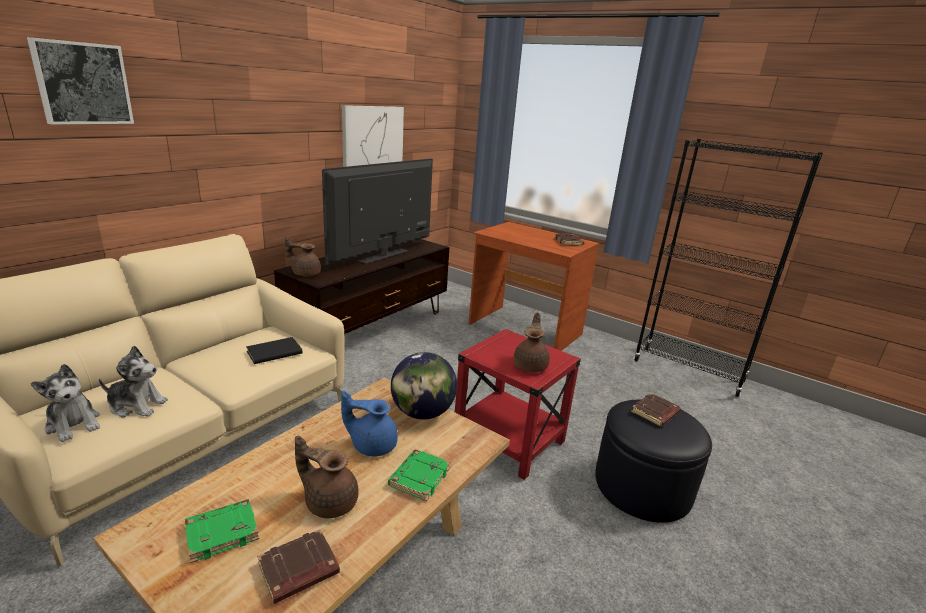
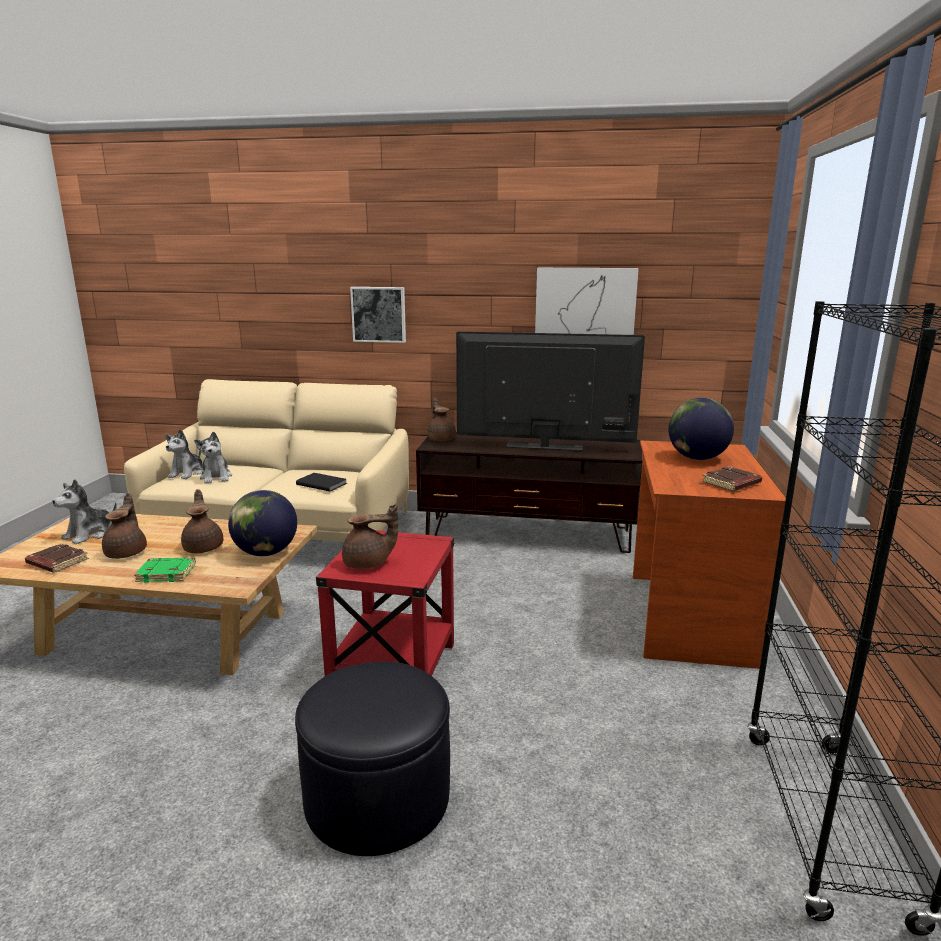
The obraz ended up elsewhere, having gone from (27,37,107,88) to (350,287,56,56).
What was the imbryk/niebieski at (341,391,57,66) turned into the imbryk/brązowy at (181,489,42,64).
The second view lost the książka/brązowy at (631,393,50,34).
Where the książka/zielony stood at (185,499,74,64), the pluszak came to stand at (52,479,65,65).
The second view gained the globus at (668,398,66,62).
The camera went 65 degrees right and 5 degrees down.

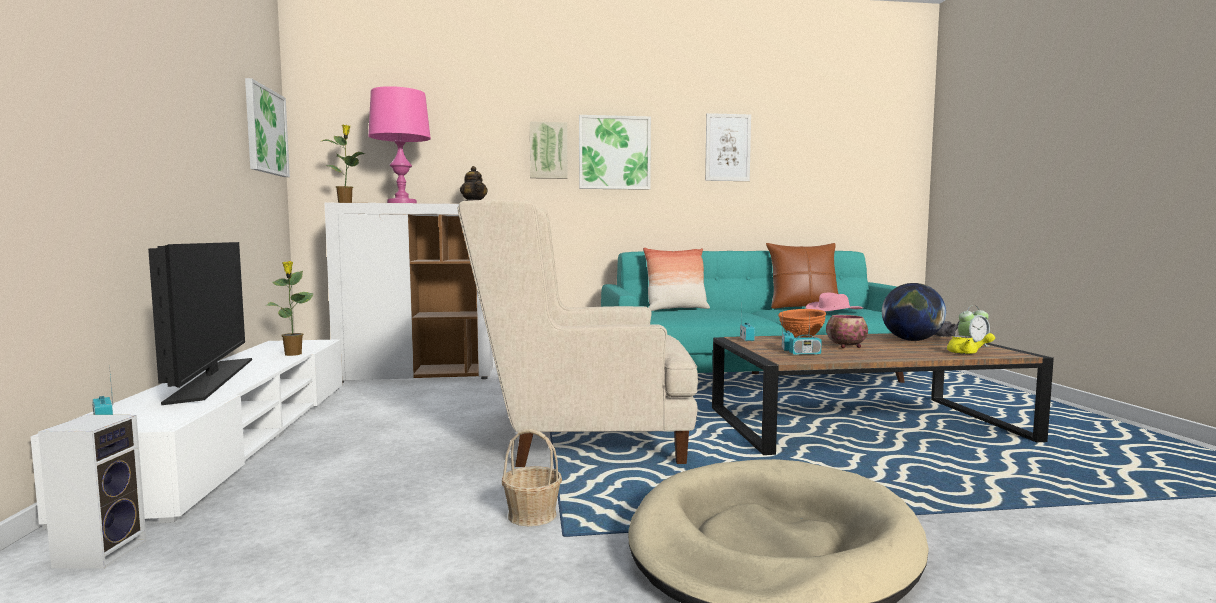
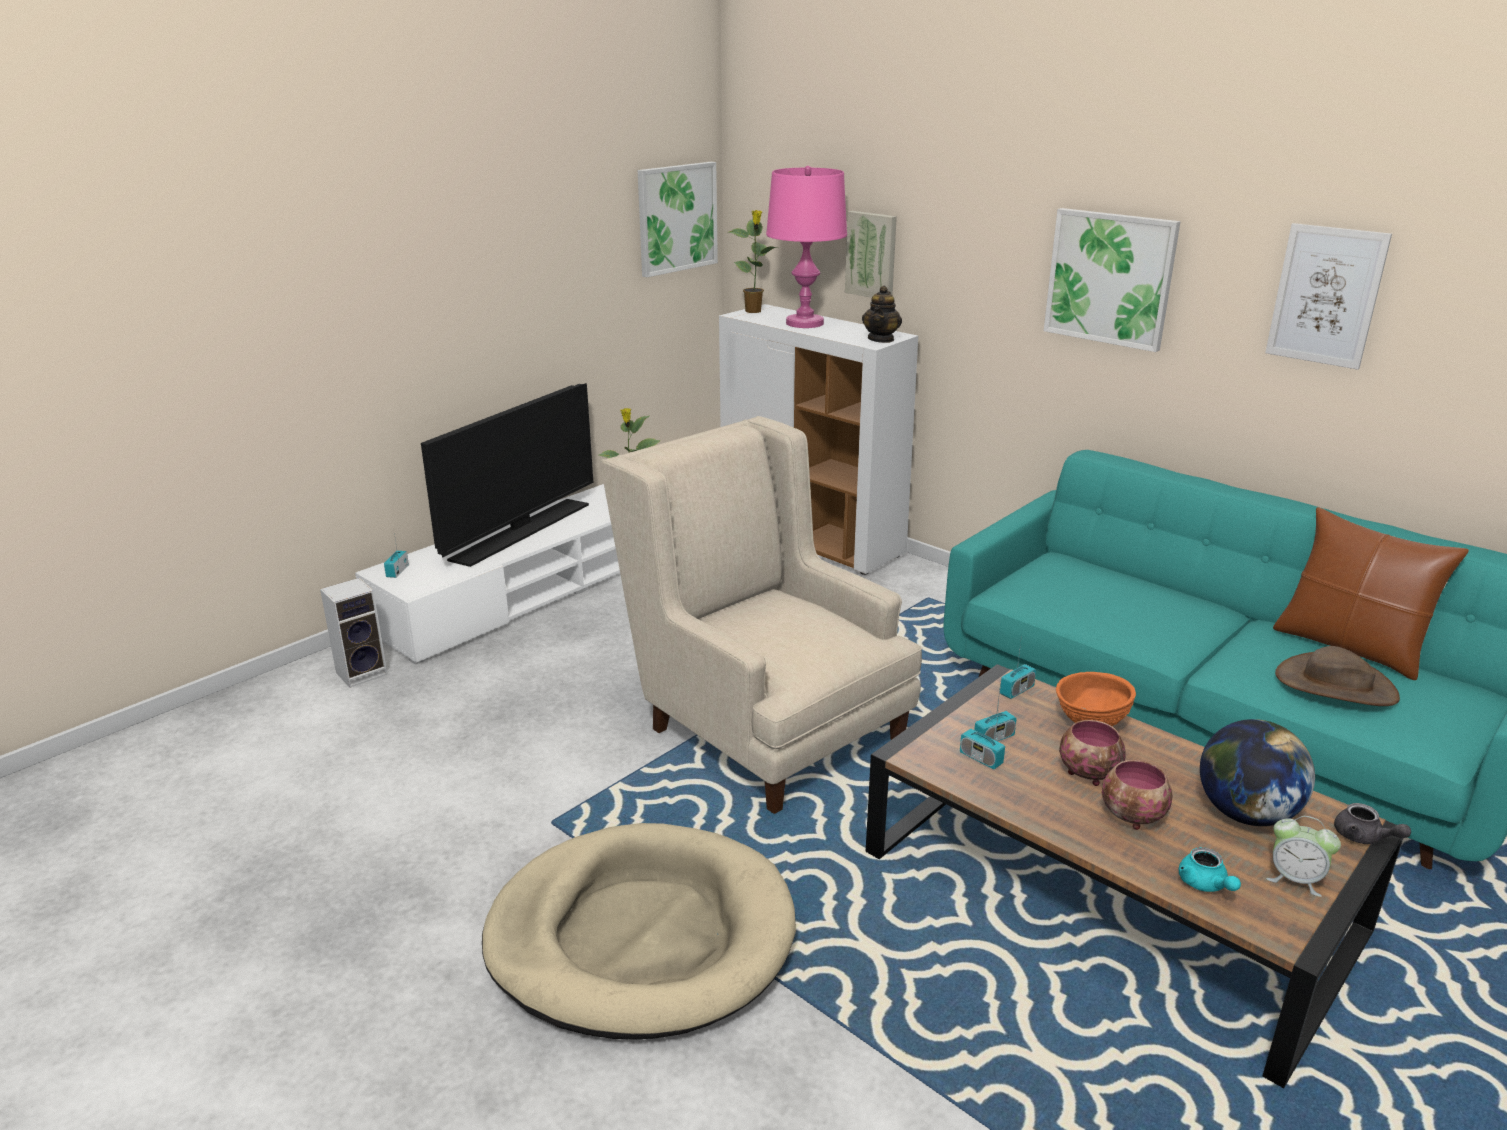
The obraz ended up elsewhere, having gone from (530,121,37,58) to (845,211,52,87).
The second view lost the poduszka at (643,248,67,63).
What was the kapelusz/różowy at (806,293,57,19) turned into the kapelusz/brązowy at (1275,646,125,60).
What was the imbryk/żółty at (947,333,48,21) turned into the imbryk/turkusowy at (1179,847,62,45).
The second view lost the koszyk at (502,429,60,97).
The second view gained the miska at (1102,760,71,70).
The camera went 50 degrees right and 20 degrees up.

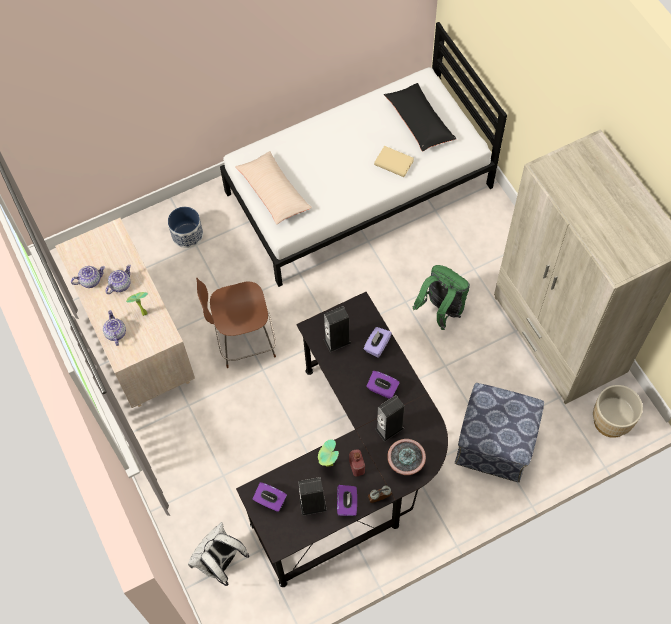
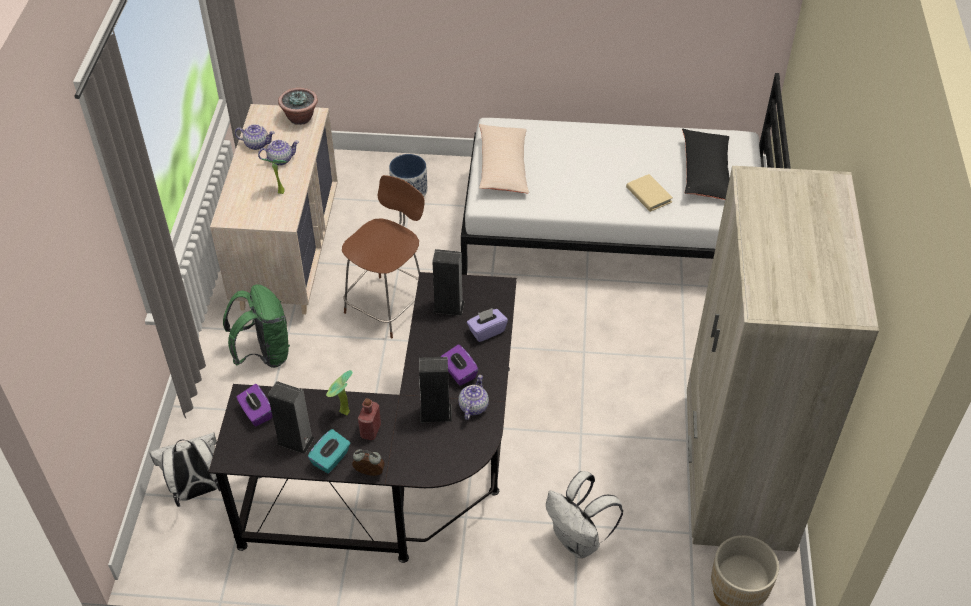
The plecak/zielony ended up elsewhere, having gone from (413,265,57,65) to (223,284,67,84).
The krzesło/brązowy at (196,278,80,90) ended up facing another way, 105 degrees clockwise from before.
The imbryk ended up elsewhere, having gone from (103,310,23,36) to (458,375,31,45).
Where the pufa stood at (455,383,89,99), the plecak/biały came to stand at (546,471,77,87).
The roślina doniczkowa ended up elsewhere, having gone from (387,439,39,36) to (278,88,40,37).
What was the pudełko chusteczek/fioletowy at (337,485,20,31) turned into the pudełko chusteczek/turkusowy at (308,429,43,44).
The camera went 30 degrees right and 15 degrees down.

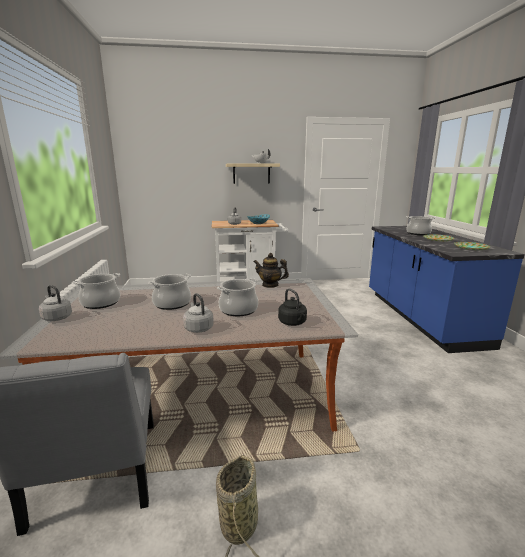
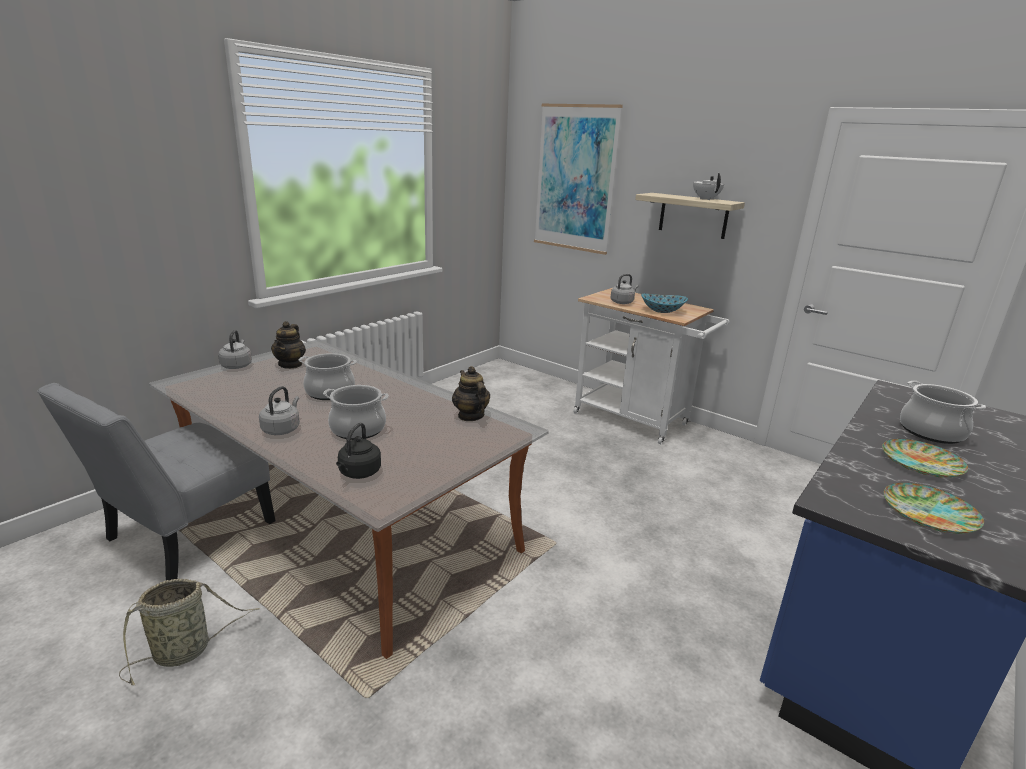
Where the garnek stood at (72,273,48,36), the imbryk came to stand at (271,321,35,48).
The second view gained the obraz at (534,104,89,151).
The camera went 45 degrees right and 5 degrees up.

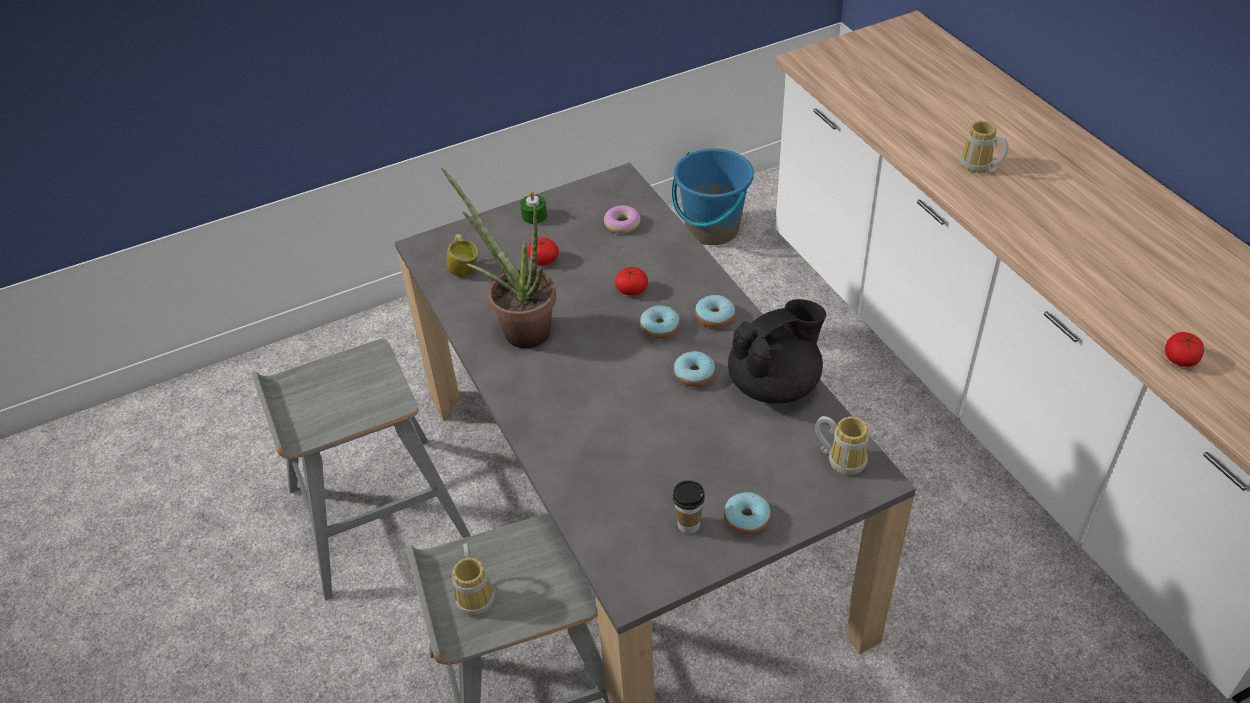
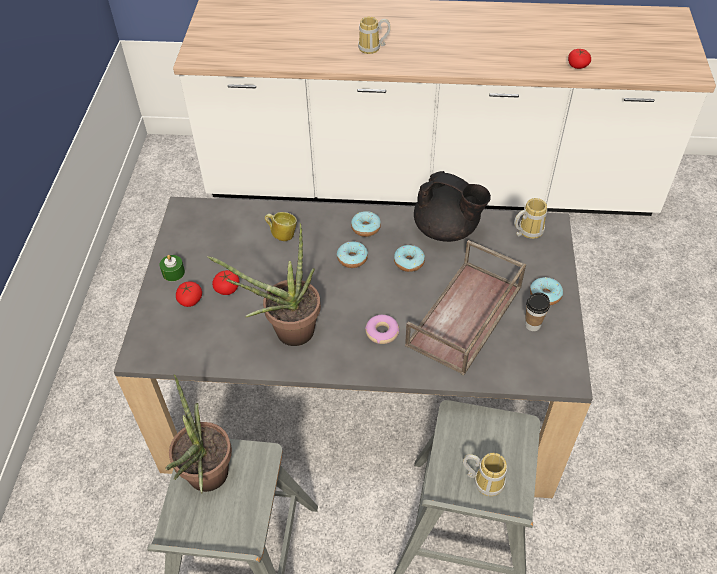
The second view lost the wiadro/niebieski at (672,149,82,96).
The donut ended up elsewhere, having gone from (604,205,37,28) to (365,315,34,29).
The kubek ended up elsewhere, having gone from (446,234,32,43) to (265,212,32,29).
The pomidor ended up elsewhere, having gone from (615,267,33,28) to (176,282,26,25).
The imbryk/czarny at (728,299,98,104) ended up facing another way, 120 degrees clockwise from before.
The second view gained the taca/brązowy at (405,240,121,135).
The second view gained the roślina doniczkowa at (166,374,66,119).
The camera went 60 degrees left and 5 degrees up.

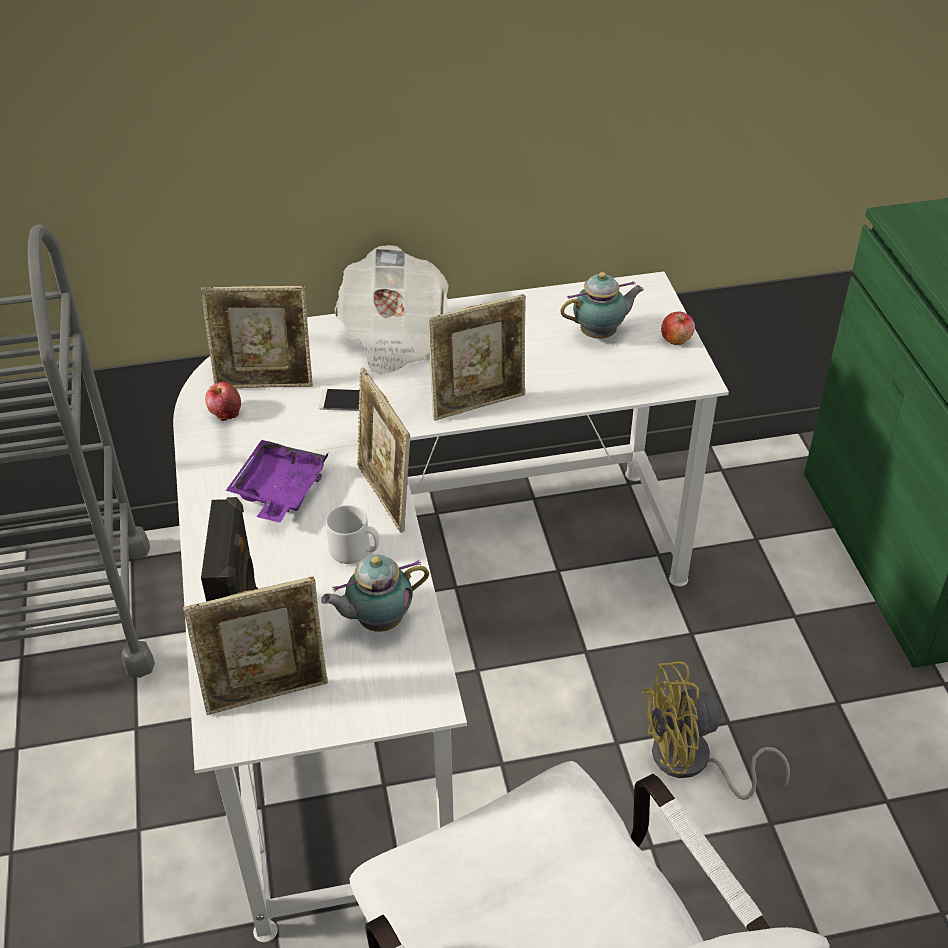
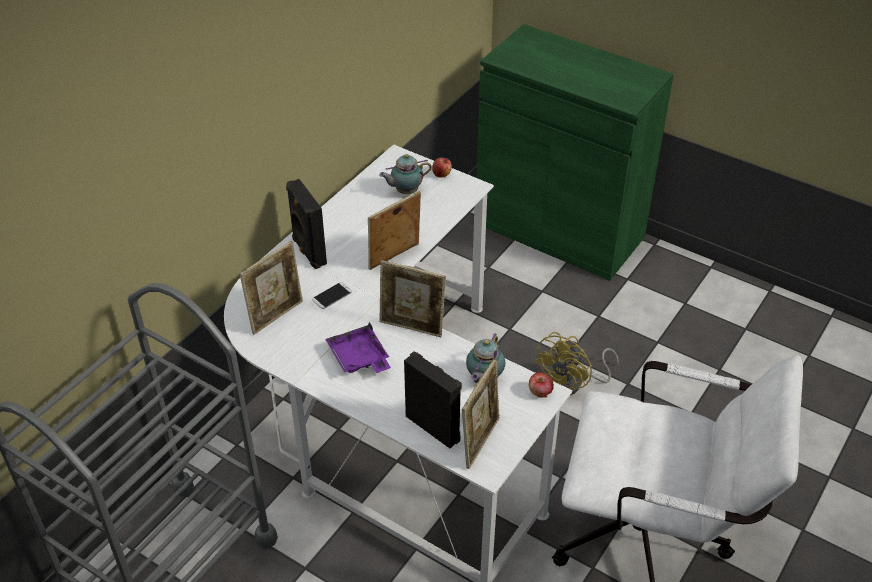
Where the gazeta stood at (335,245,114,130), the głośnik/czarny came to stand at (286,179,41,90).
The imbryk at (560,272,84,67) ended up facing another way, 135 degrees counterclockwise from before.
The ramka na zdjęcie at (428,294,98,126) ended up facing another way, 150 degrees counterclockwise from before.
The jabłko ended up elsewhere, having gone from (205,382,36,39) to (529,372,25,26).
The second view lost the kubek/szary at (326,505,53,59).
The camera went 45 degrees left and 0 degrees up.

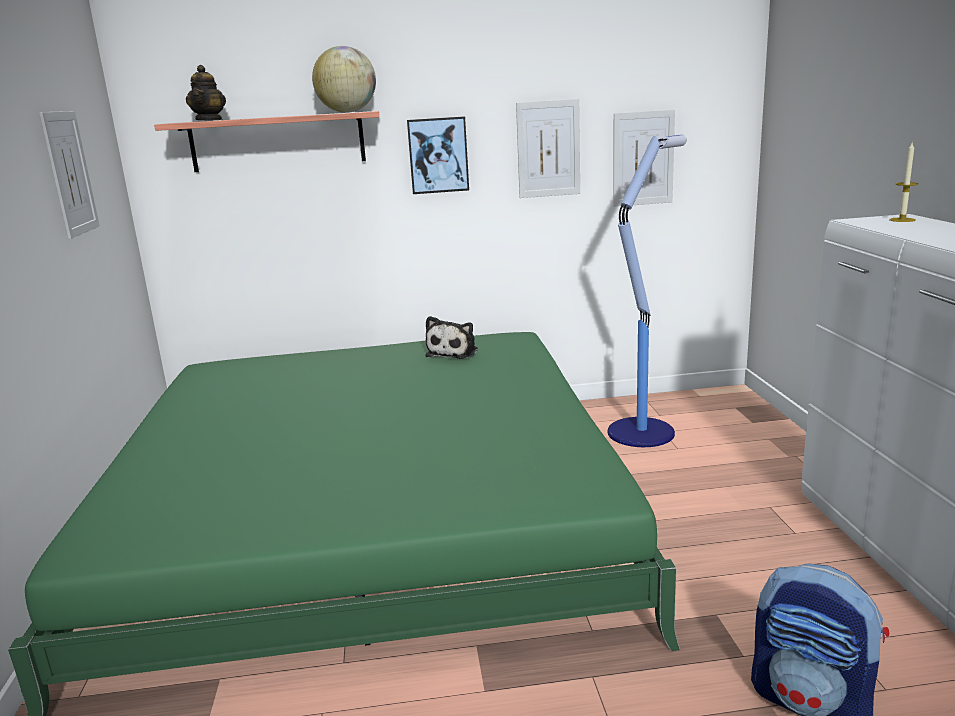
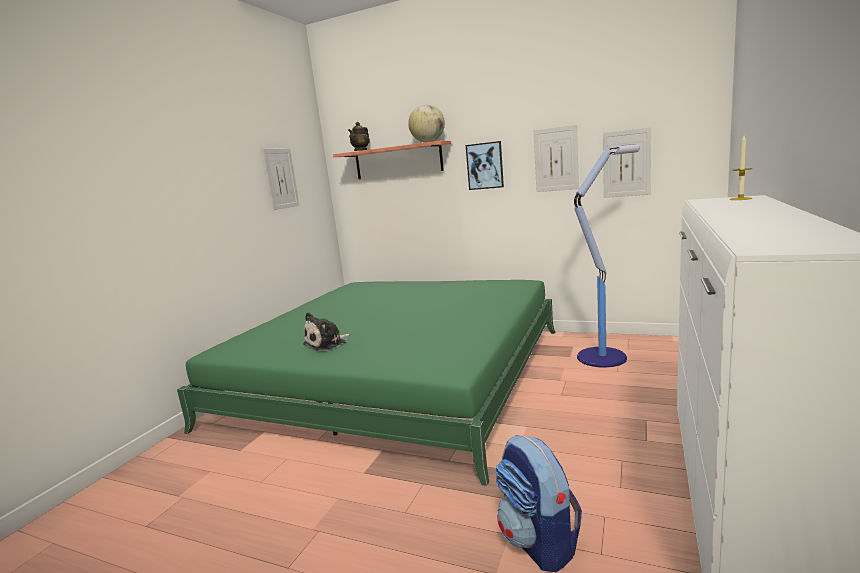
The pluszak ended up elsewhere, having gone from (425,316,53,43) to (303,312,48,39).
The camera went 30 degrees right and 5 degrees down.

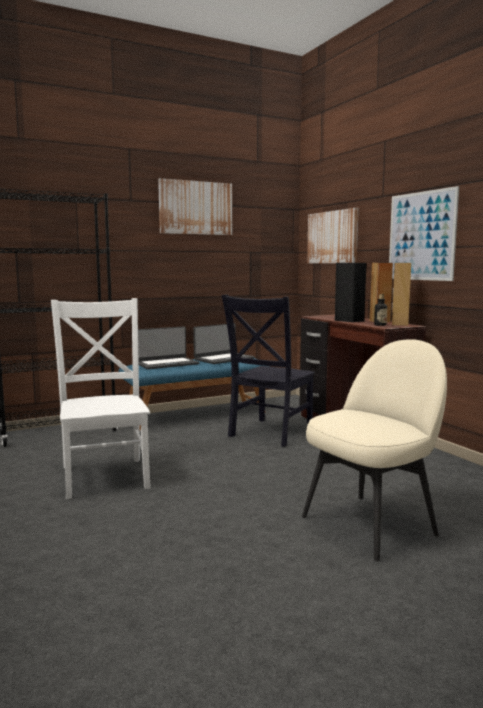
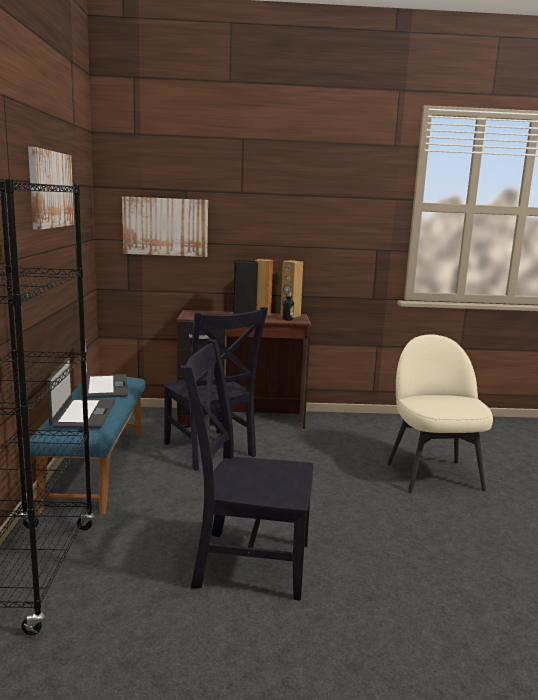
The second view lost the obraz at (389,186,70,95).
What was the krzesło/biały at (51,298,100,201) turned into the krzesło/czarny at (181,339,132,262).
The camera went 65 degrees left and 5 degrees up.

